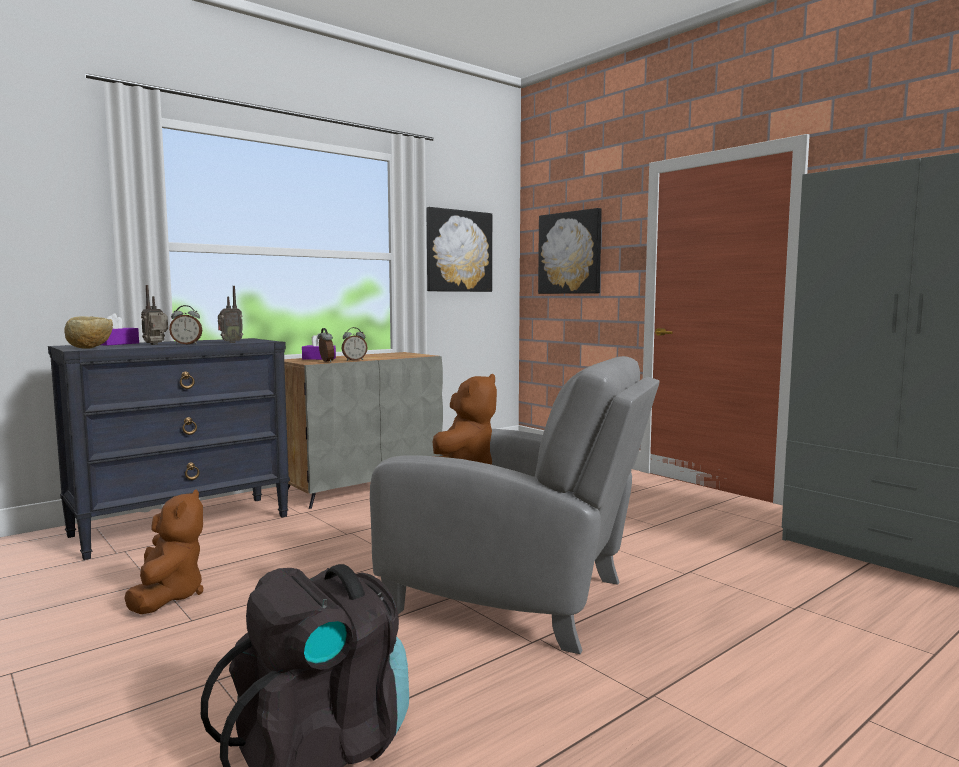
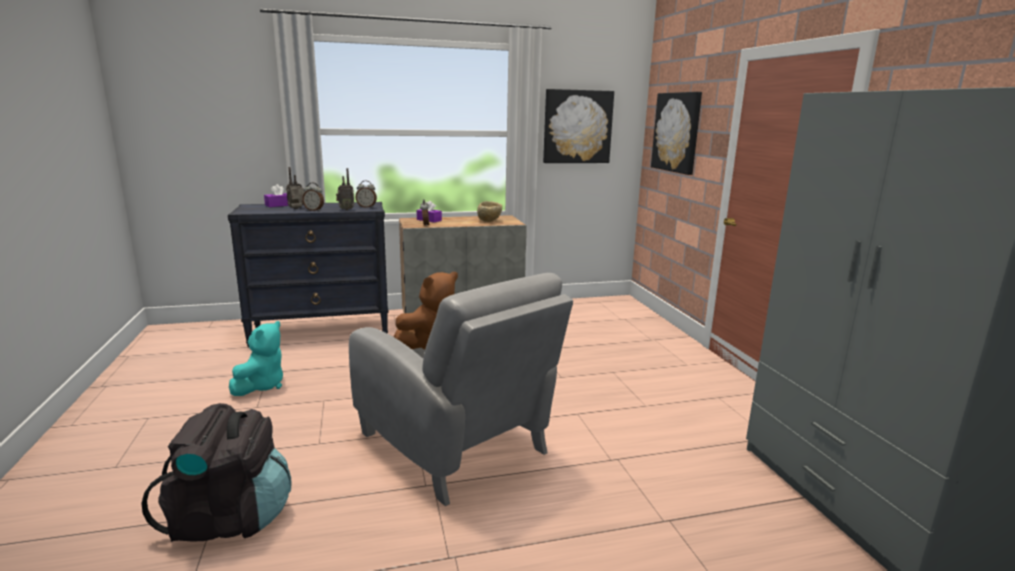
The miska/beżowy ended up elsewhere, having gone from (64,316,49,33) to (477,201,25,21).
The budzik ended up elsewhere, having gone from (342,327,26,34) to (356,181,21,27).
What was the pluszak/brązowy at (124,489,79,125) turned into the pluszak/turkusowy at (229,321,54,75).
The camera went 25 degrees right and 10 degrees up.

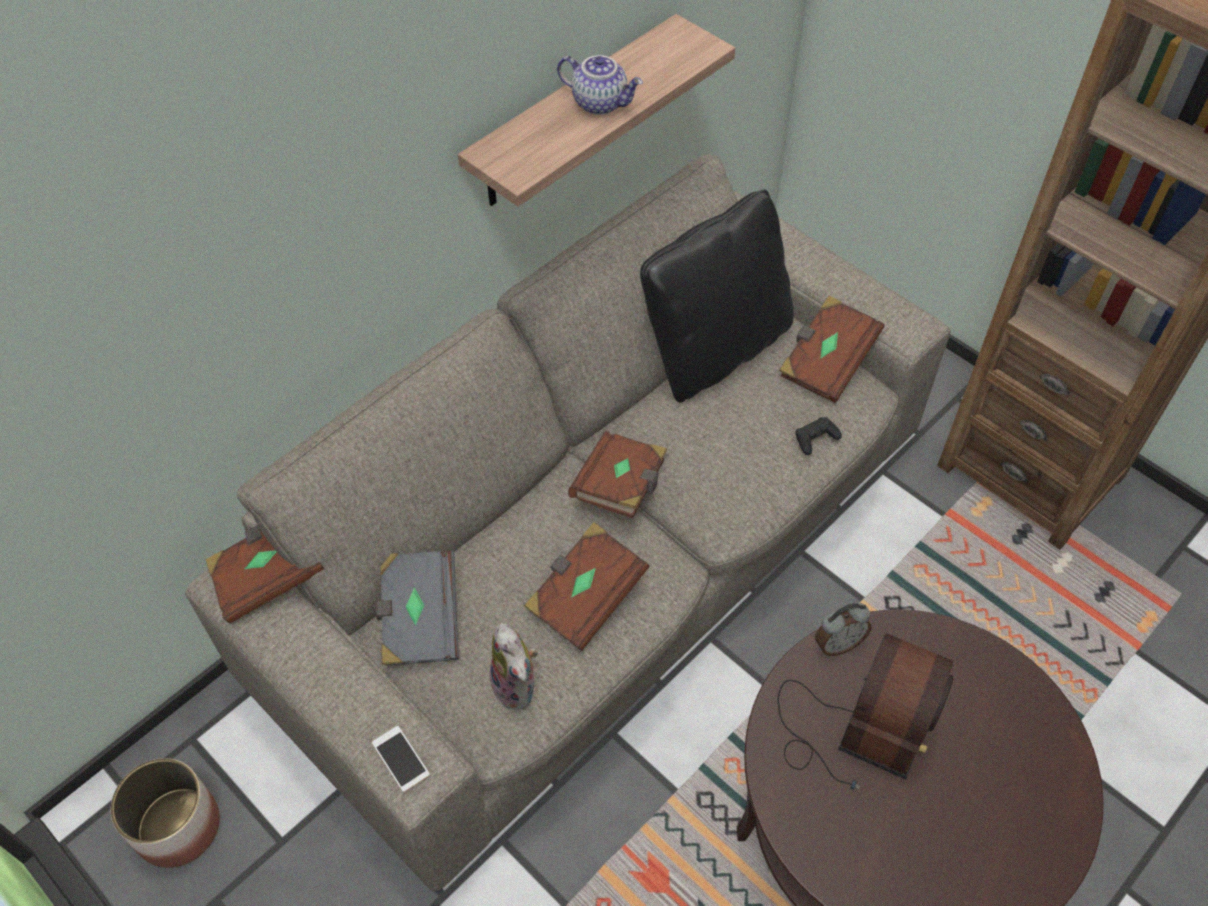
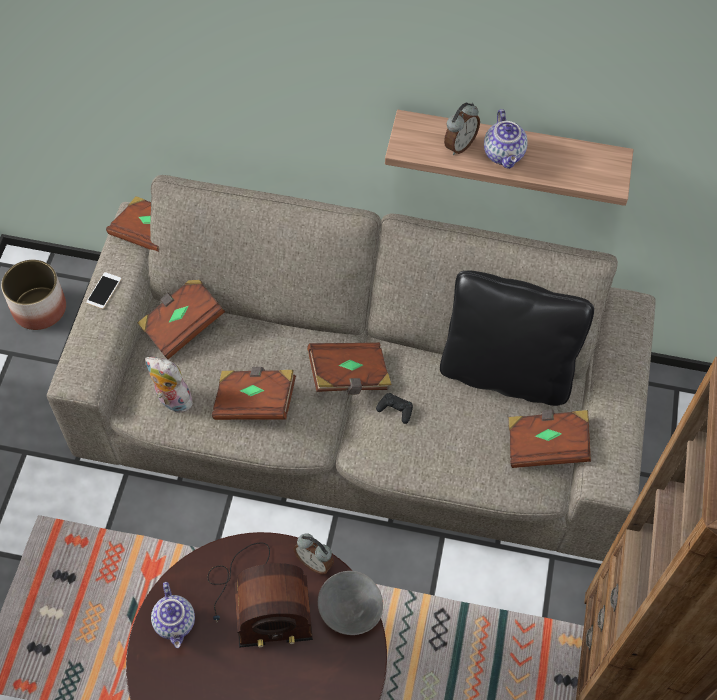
The pad do gier/czarny ended up elsewhere, having gone from (795,417,47,38) to (376,393,37,31).
What was the książka/szary at (375,550,84,116) turned into the książka/brązowy at (138,280,87,79).
The pluszak at (490,623,48,87) ended up facing another way, 90 degrees clockwise from before.
The telefon ended up elsewhere, having gone from (372,726,58,66) to (86,272,35,37).
The second view gained the budzik at (444,103,36,52).
The second view gained the miska/szary at (318,571,65,64).
The second view gained the imbryk at (151,582,44,66).
The camera went 55 degrees right and 5 degrees up.

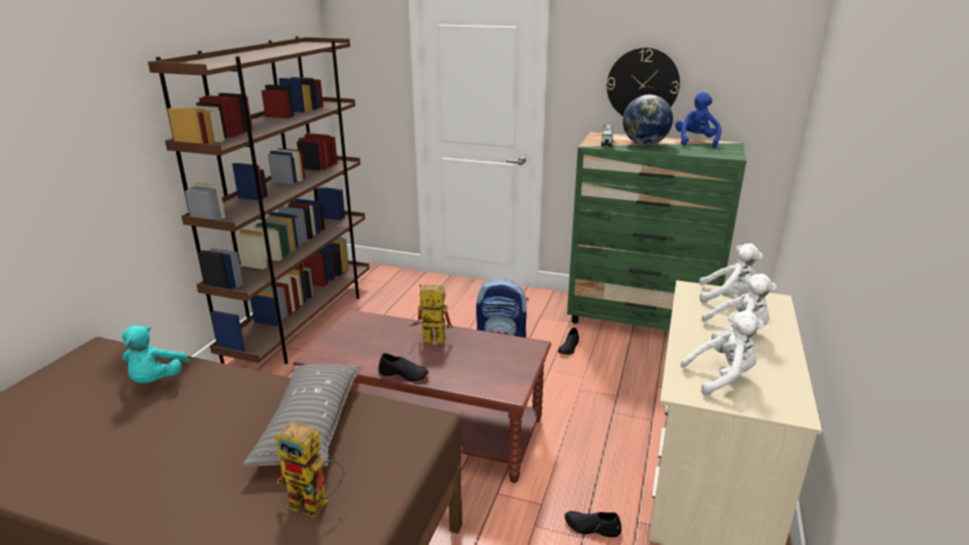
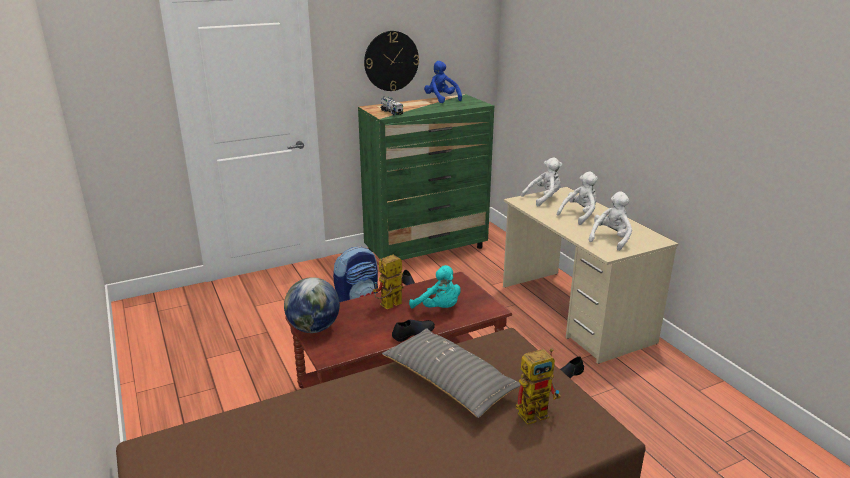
The second view lost the regał/brązowy at (148,36,221,328).
The globus ended up elsewhere, having gone from (623,95,50,50) to (284,277,56,56).
The pluszak/turkusowy ended up elsewhere, having gone from (122,325,67,58) to (409,265,52,44).
The camera went 45 degrees left and 0 degrees up.

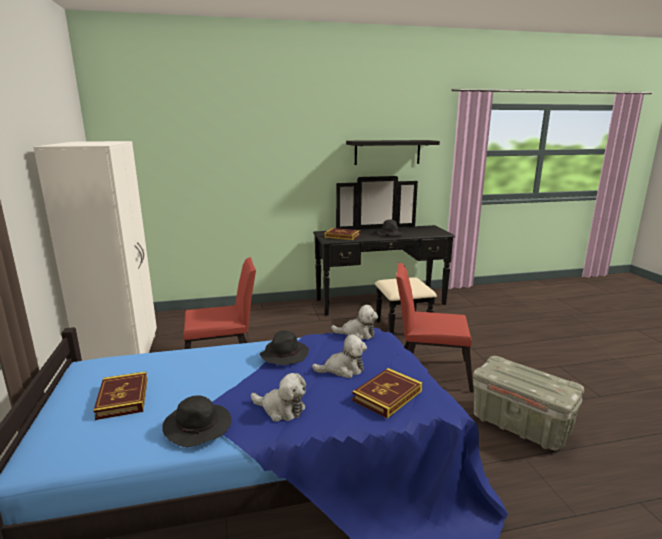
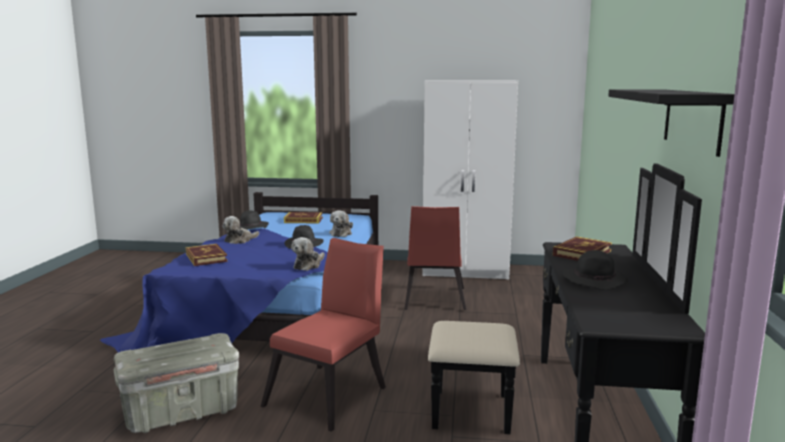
The pluszak ended up elsewhere, having gone from (312,334,55,44) to (329,210,24,27).
The camera went 110 degrees right and 5 degrees down.

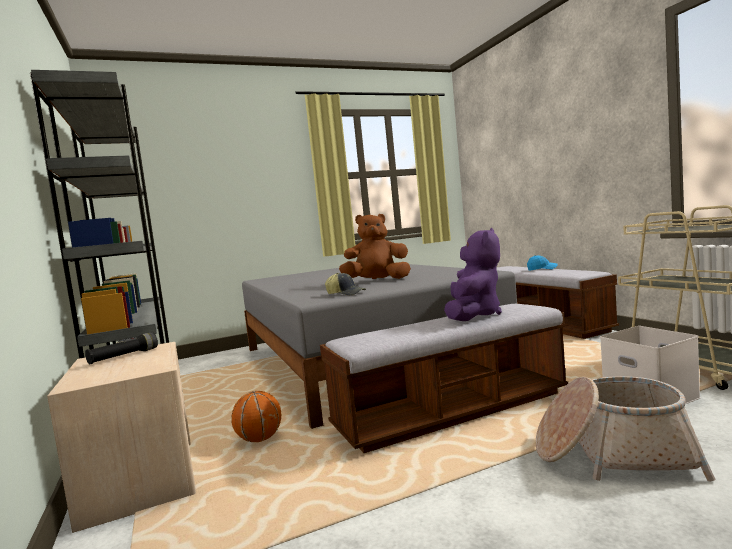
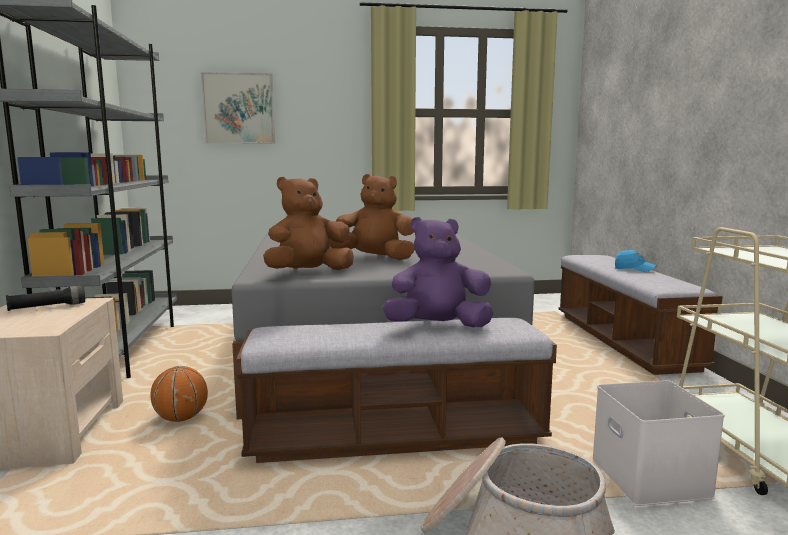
The pluszak/fioletowy at (444,228,58,93) ended up facing another way, 135 degrees counterclockwise from before.
Where the czapka z daszkiem stood at (325,273,41,22), the pluszak/brązowy came to stand at (263,177,91,93).
The second view gained the obraz at (201,72,74,72).
The camera went 15 degrees right and 5 degrees up.

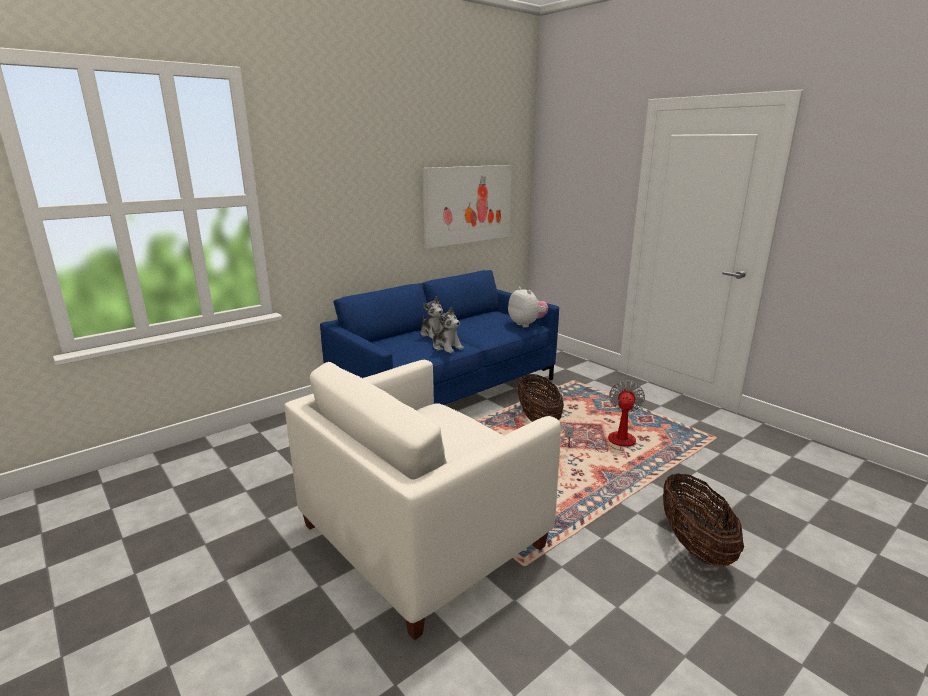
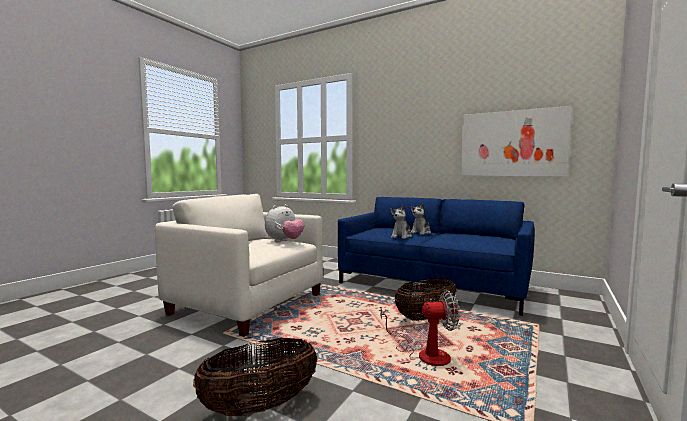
The pluszak ended up elsewhere, having gone from (508,287,40,41) to (265,204,39,38).
The camera went 70 degrees right and 15 degrees down.

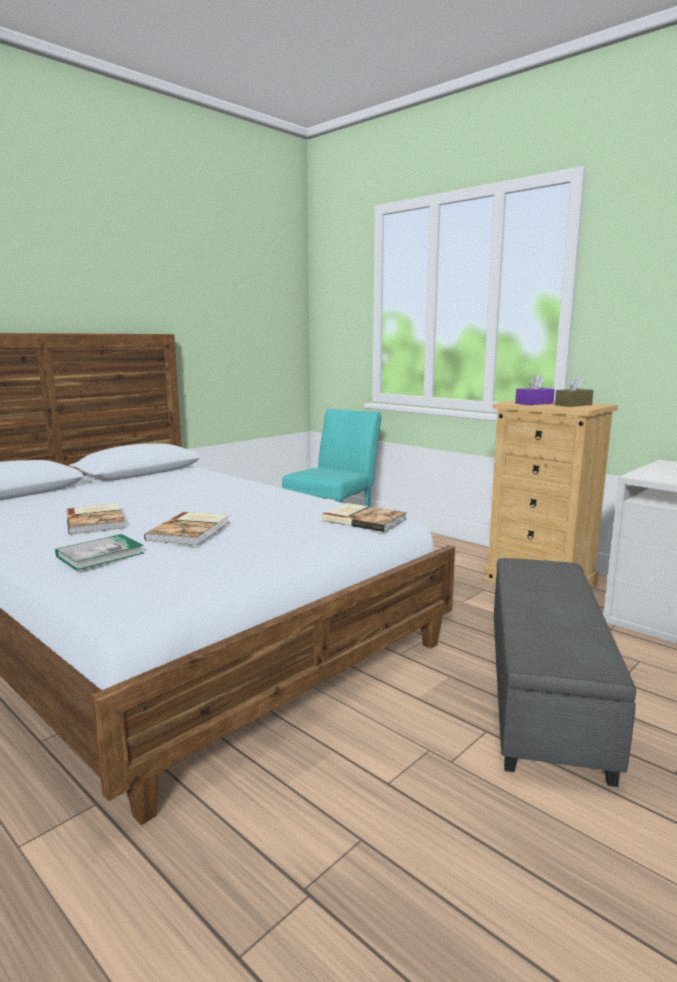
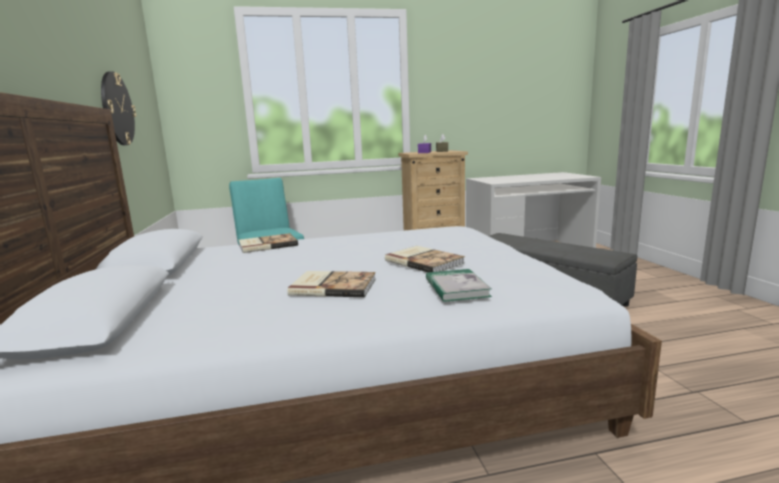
The książka ended up elsewhere, having gone from (321,503,86,29) to (239,233,59,20).
The second view gained the zegar ścienny at (101,71,35,74).
The camera went 55 degrees left and 0 degrees up.

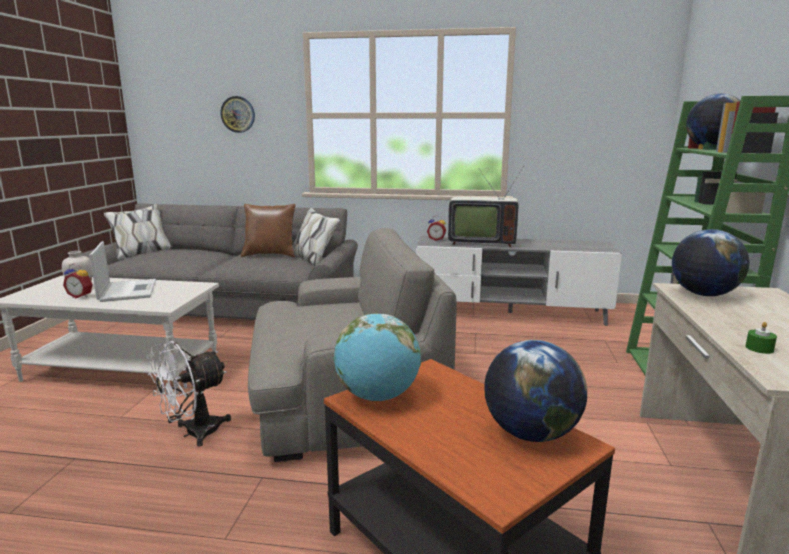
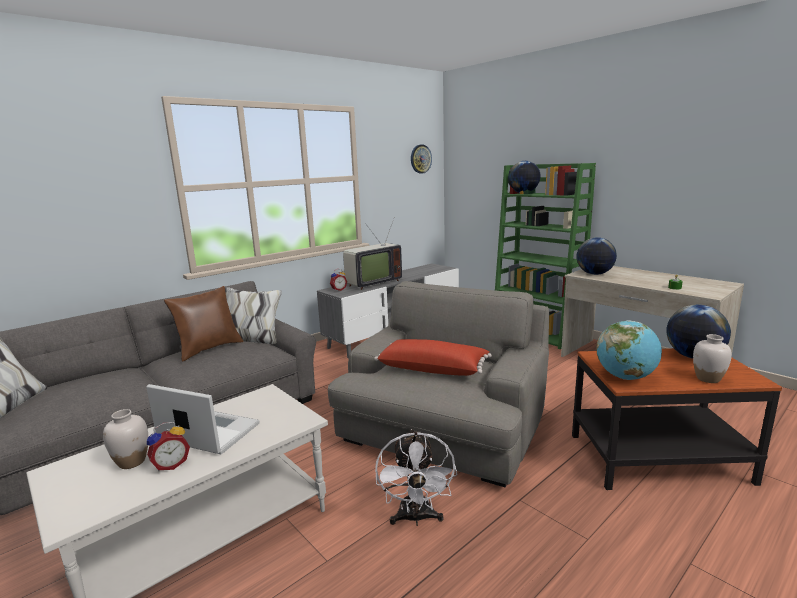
The zegar ścienny ended up elsewhere, having gone from (220,96,35,37) to (411,145,21,29).
The second view gained the wazon/biały at (693,334,39,49).
The second view gained the poduszka/czerwony at (374,339,118,37).
The camera went 50 degrees left and 0 degrees up.

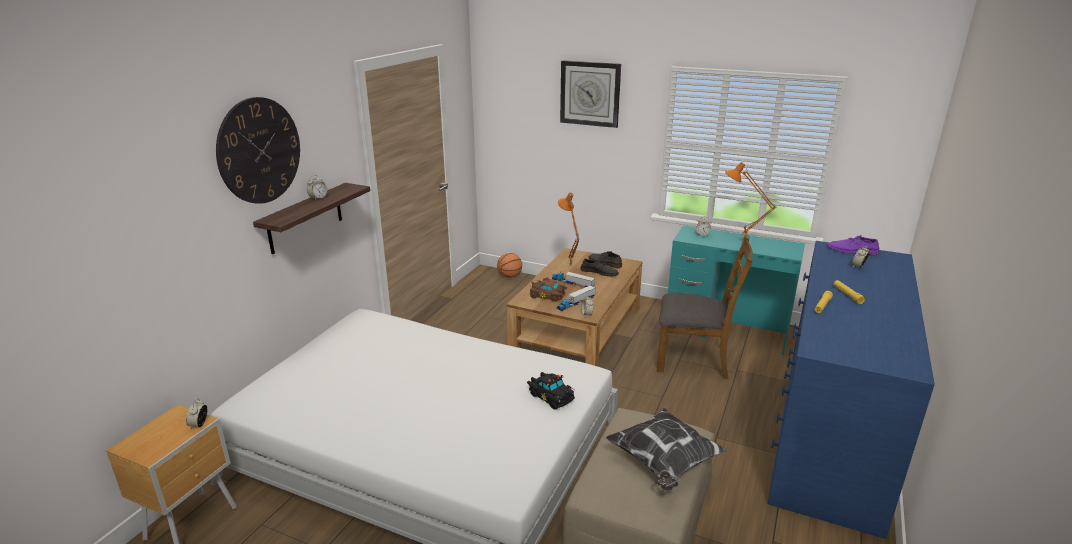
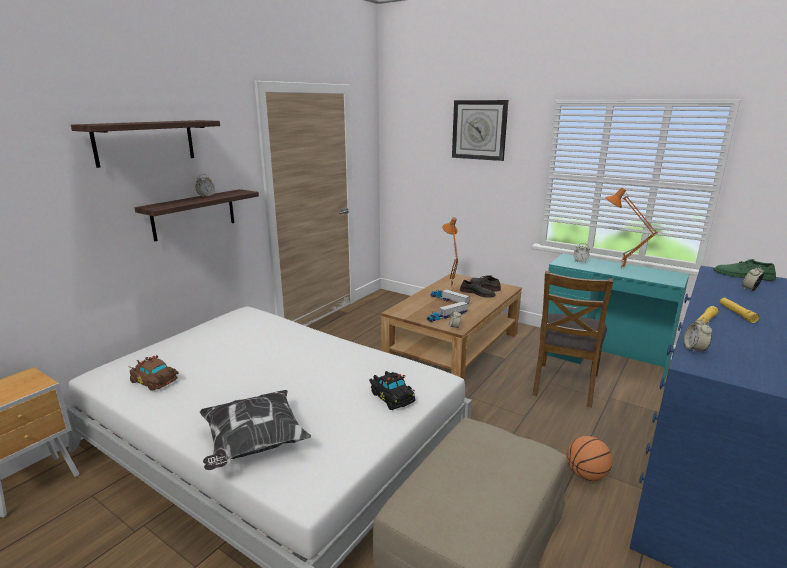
Where the zegar ścienny hung at (216,97,84,107), the półka came to hang at (71,120,149,48).
What was the but/fioletowy at (827,235,53,20) turned into the but/zielony at (714,259,62,22).
The krzesło/brązowy at (657,237,96,142) ended up facing another way, 90 degrees clockwise from before.
The piłka do koszykówki ended up elsewhere, having gone from (497,253,25,25) to (567,436,46,45).
The samochodzik/brązowy ended up elsewhere, having gone from (529,277,38,25) to (130,355,49,36).
The budzik ended up elsewhere, having gone from (186,398,21,31) to (684,317,28,36).
The poduszka ended up elsewhere, having gone from (605,408,122,83) to (200,390,111,80).
The camera went 10 degrees right and 5 degrees down.

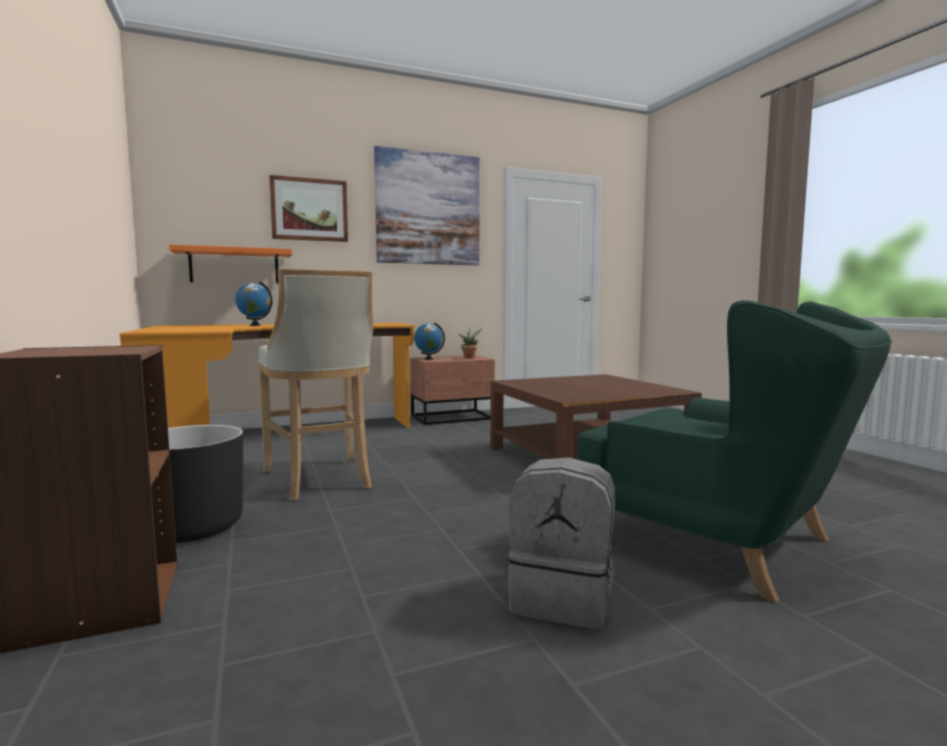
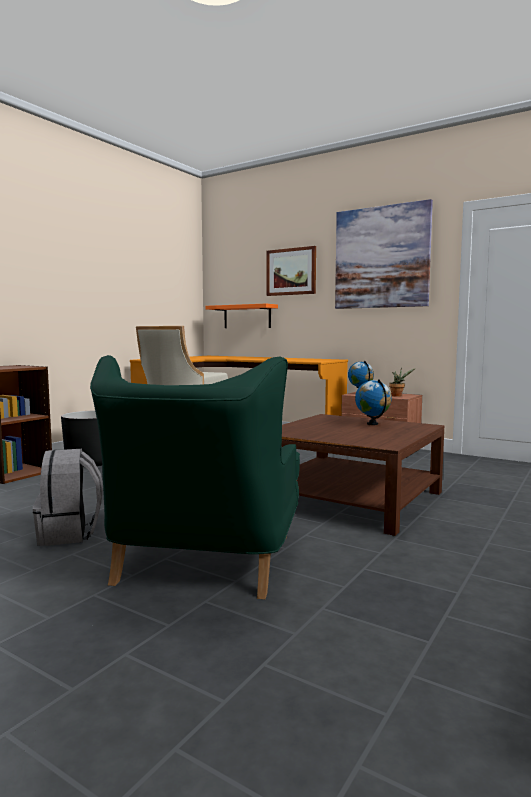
The globus ended up elsewhere, having gone from (235,281,37,45) to (355,379,37,46).
The camera went 55 degrees right and 0 degrees up.

